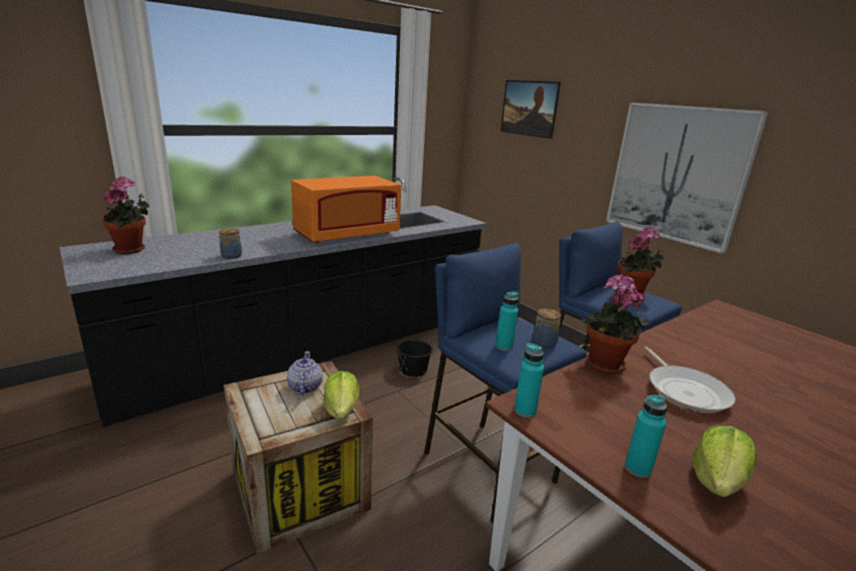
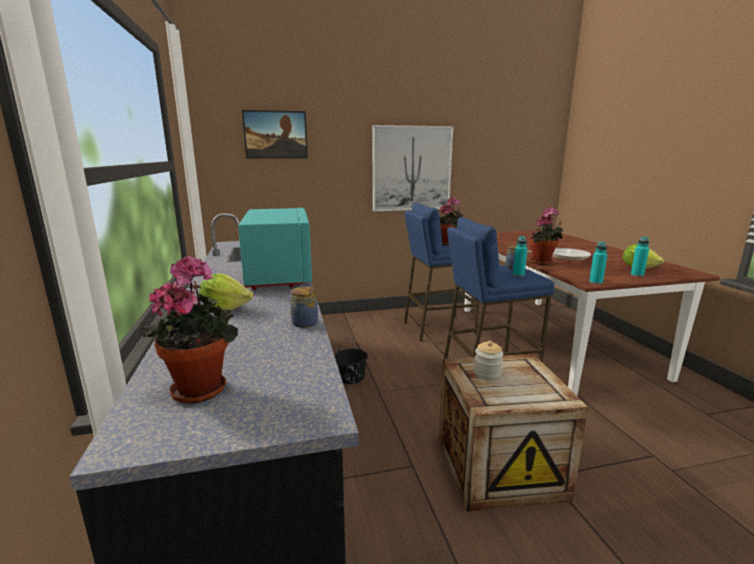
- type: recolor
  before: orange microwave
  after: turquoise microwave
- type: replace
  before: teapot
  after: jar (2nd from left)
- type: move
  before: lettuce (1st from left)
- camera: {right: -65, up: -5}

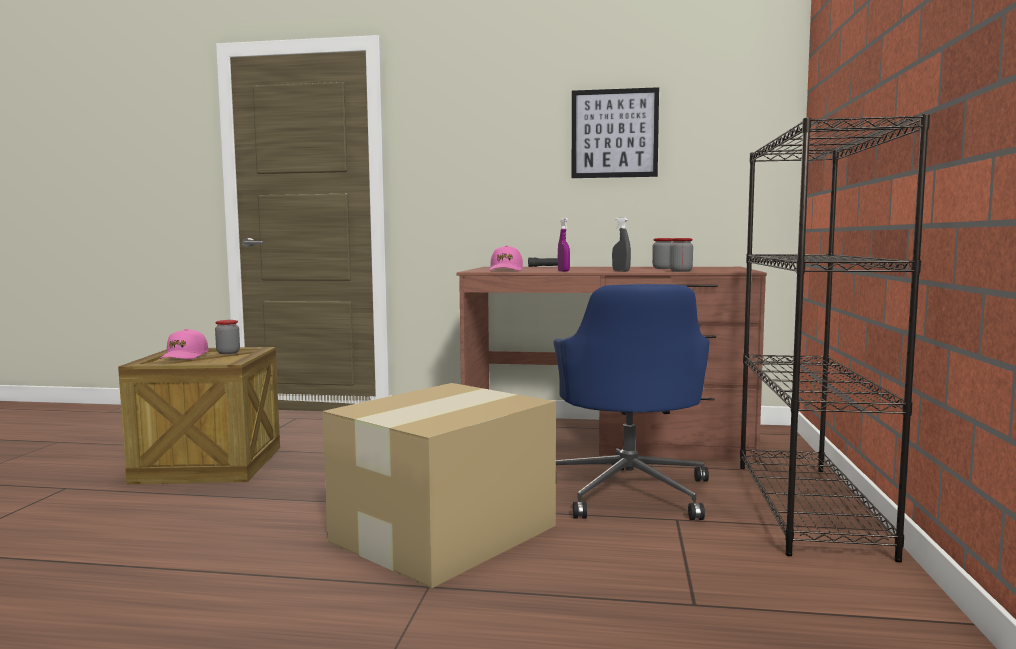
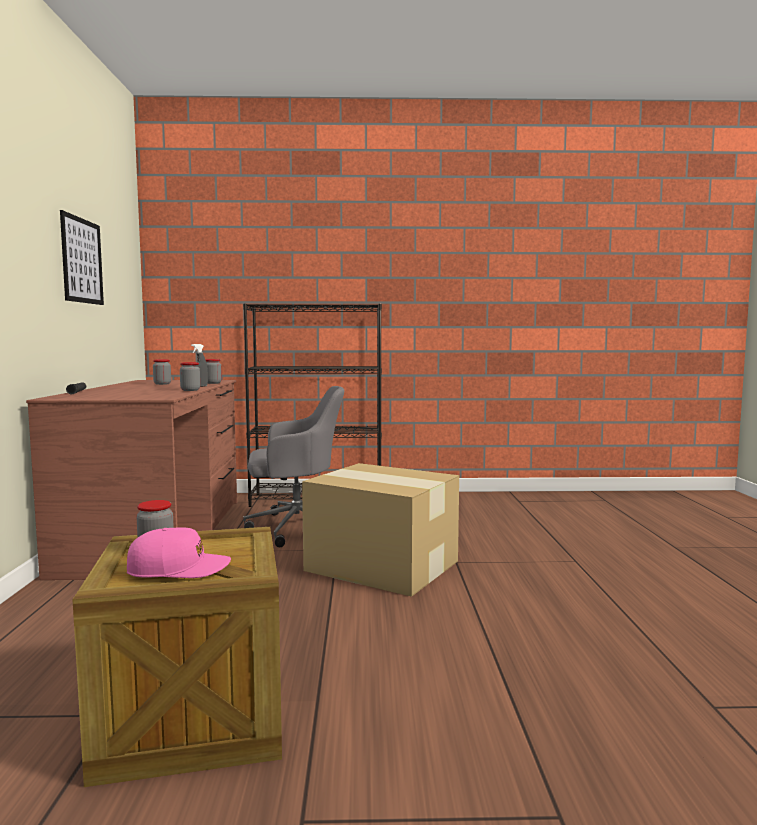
- type: replace
  before: purple spray bottle
  after: jar (3rd from left)
- type: delete
  before: pink cap (2nd from left)
- type: recolor
  before: blue office chair
  after: grey office chair
- camera: {right: -100, up: 0}

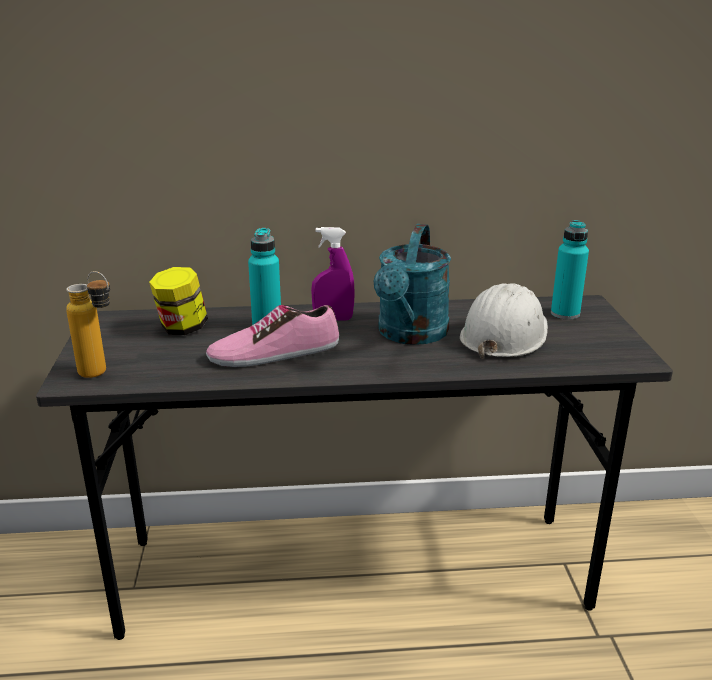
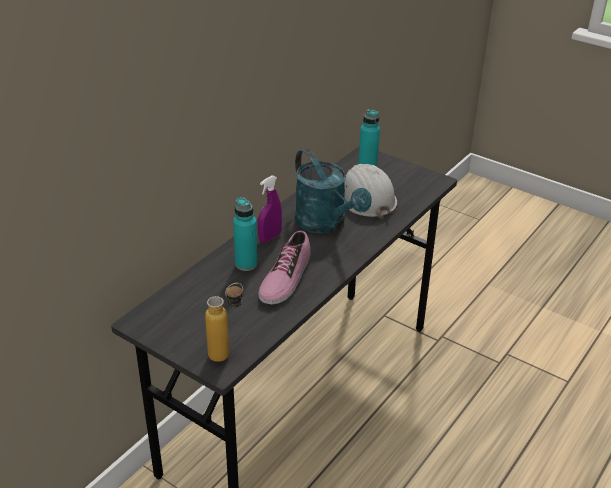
- type: delete
  before: jar
- camera: {right: -50, up: 10}

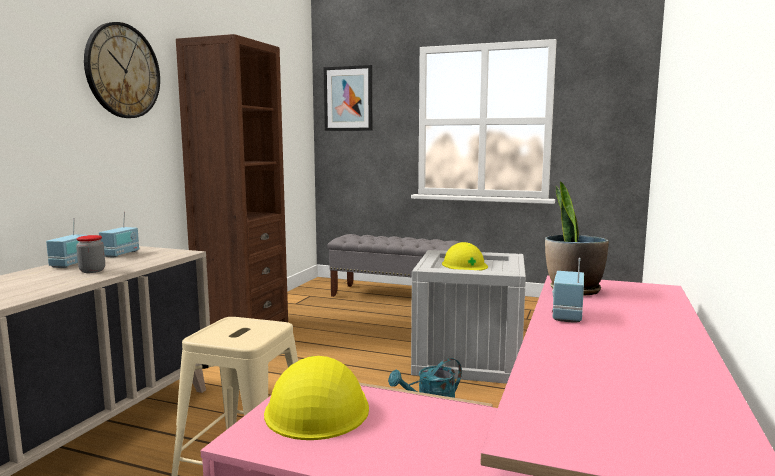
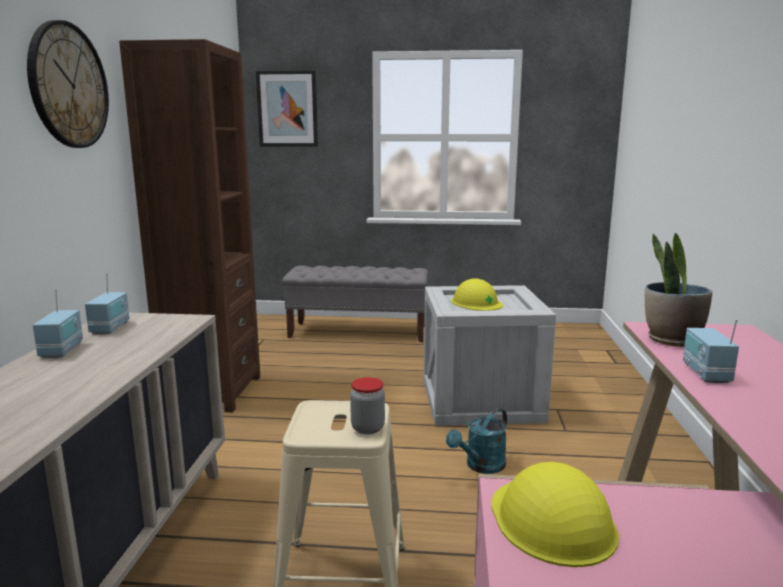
- type: move
  before: jar
- camera: {right: -15, up: 5}

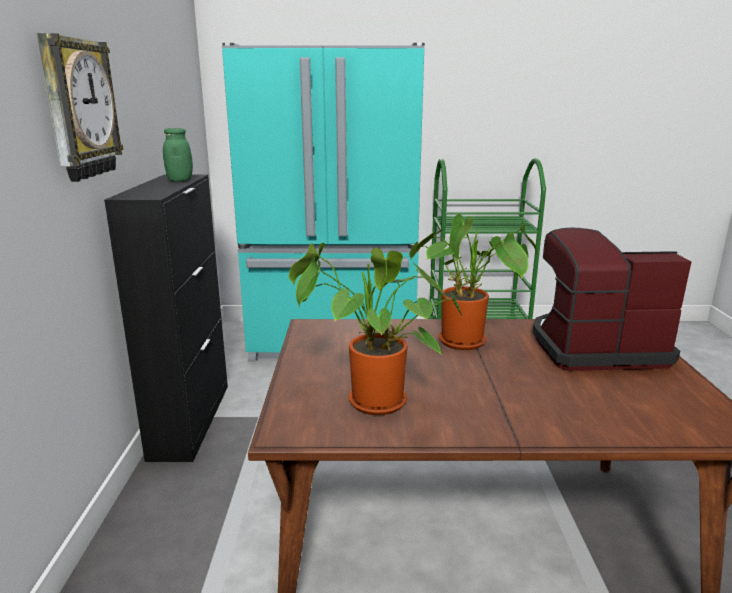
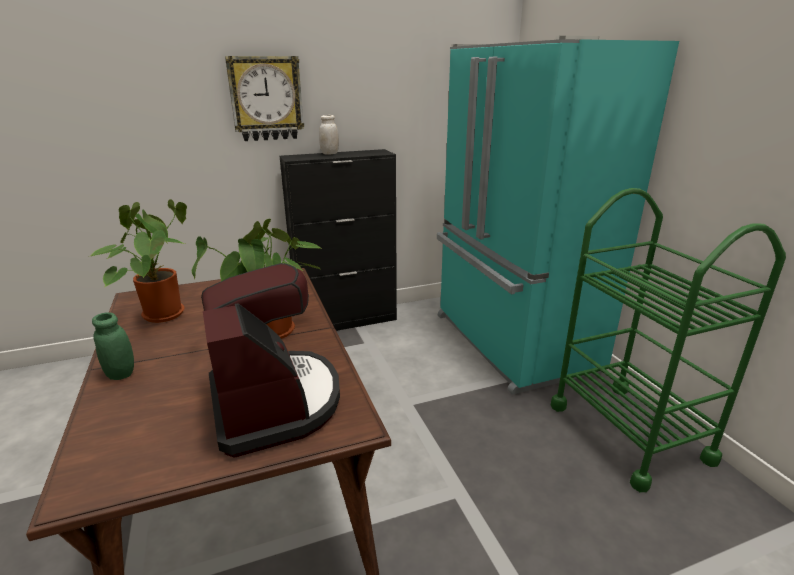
- type: move
  before: green jar
- type: insert
  after: white jar
- camera: {right: 70, up: 5}

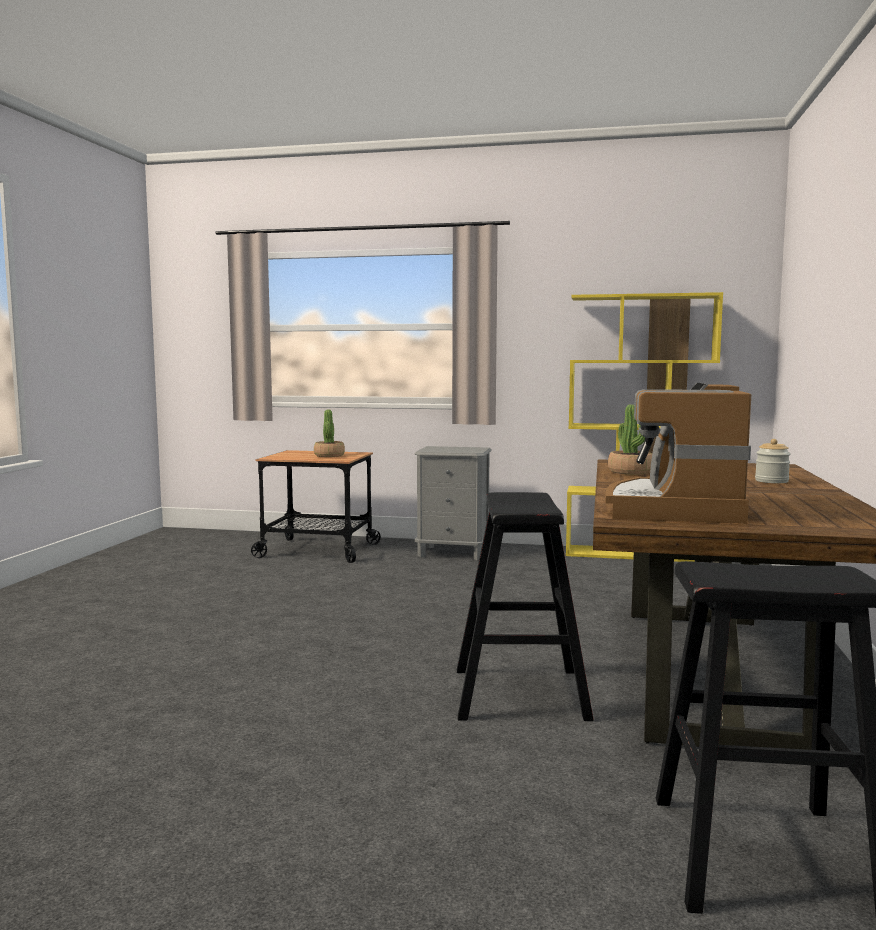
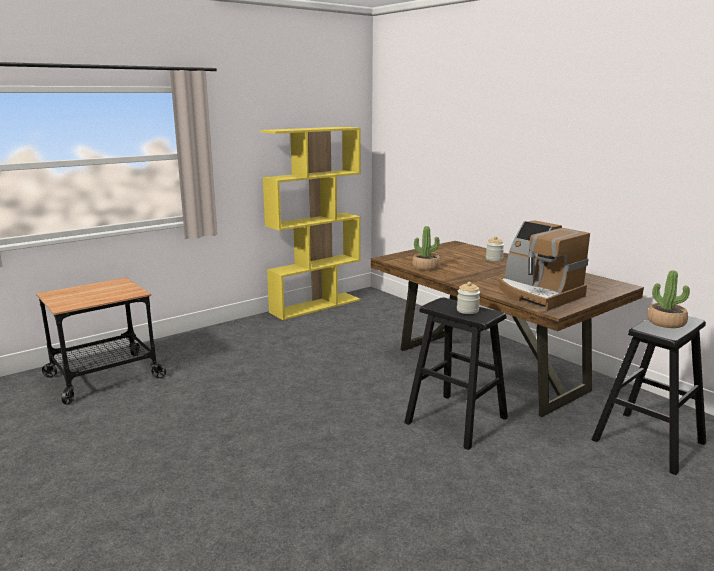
- type: move
  before: potted plant (1st from left in the first image)
  after: potted plant (2nd from left)
- type: delete
  before: grey nightstand
- type: insert
  after: jar (1st from left)
- camera: {right: -50, up: 10}

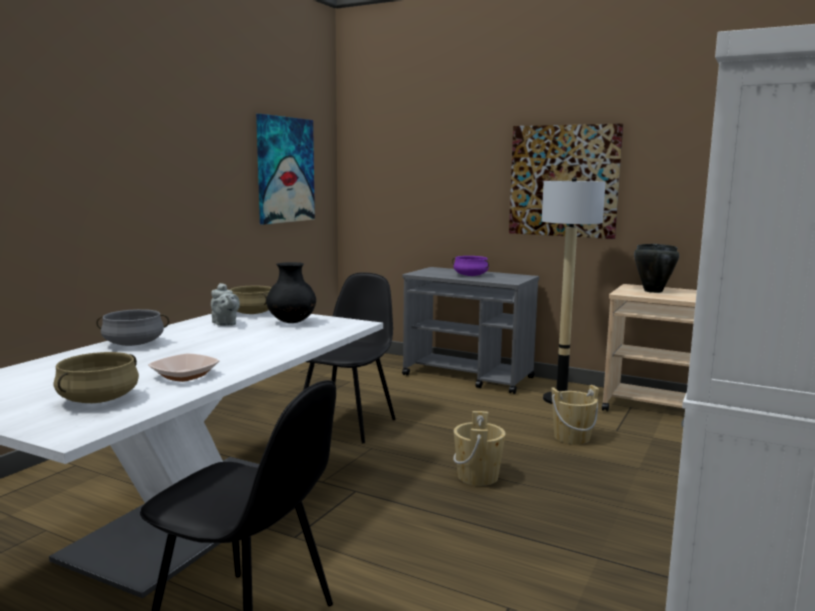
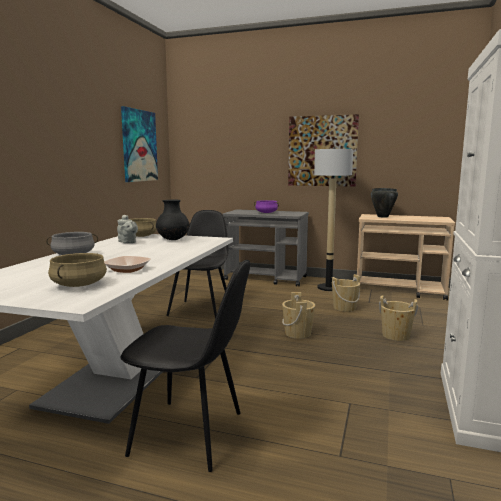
- type: insert
  after: beige bucket (3rd from left)
- camera: {right: -10, up: 0}

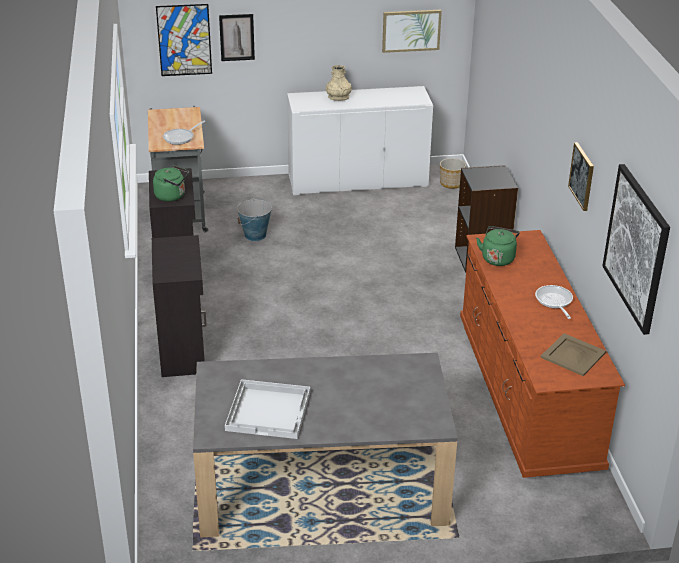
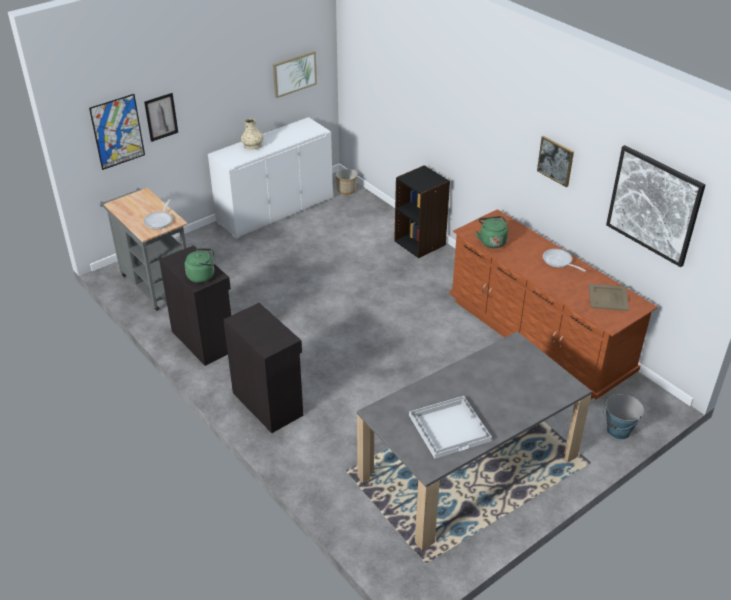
- type: move
  before: bucket
- camera: {right: -30, up: 5}

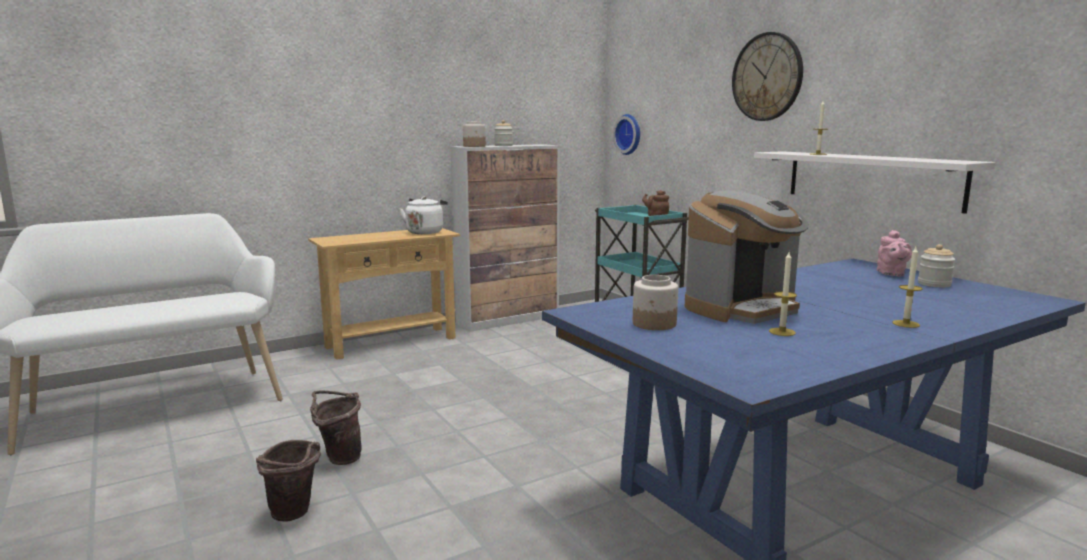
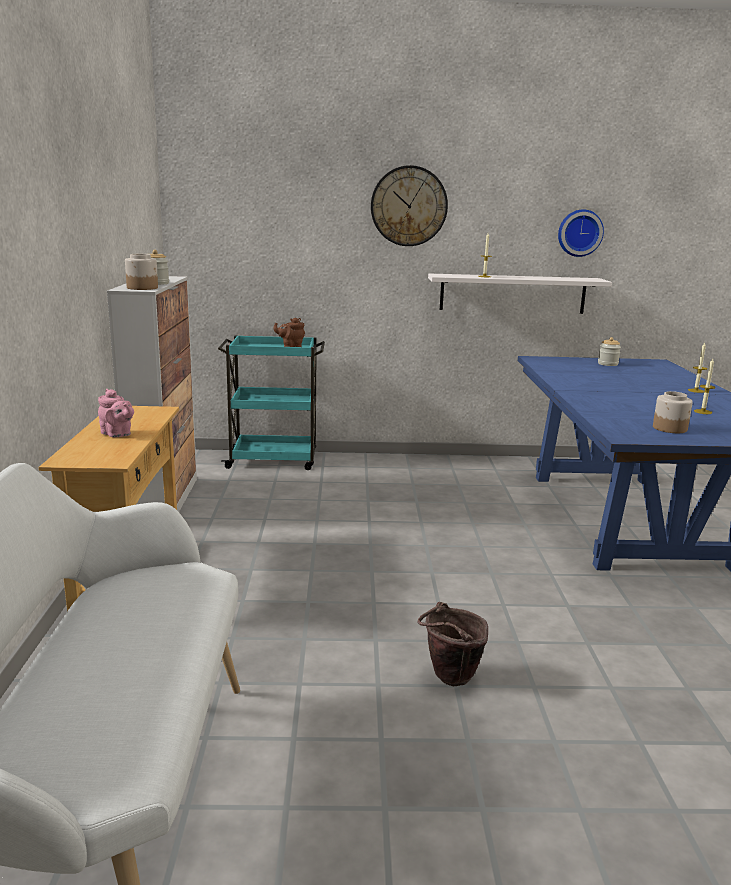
- type: move
  before: wall clock (1st from left in the first image)
  after: wall clock (2nd from left)
- type: delete
  before: coffee machine
- type: delete
  before: white kettle
- type: move
  before: pink teapot
- type: delete
  before: brown bucket (1st from left)
- camera: {right: -60, up: 5}

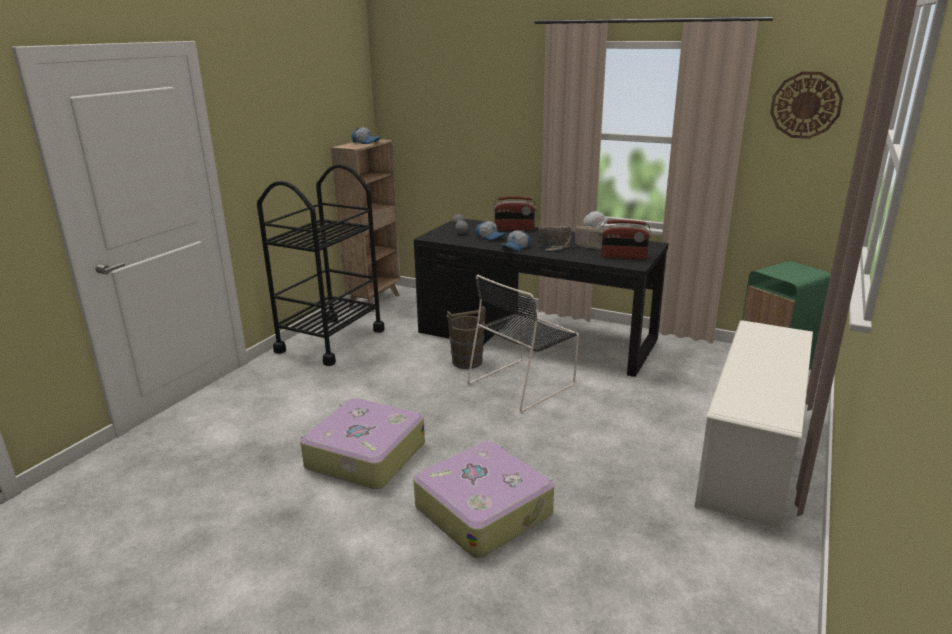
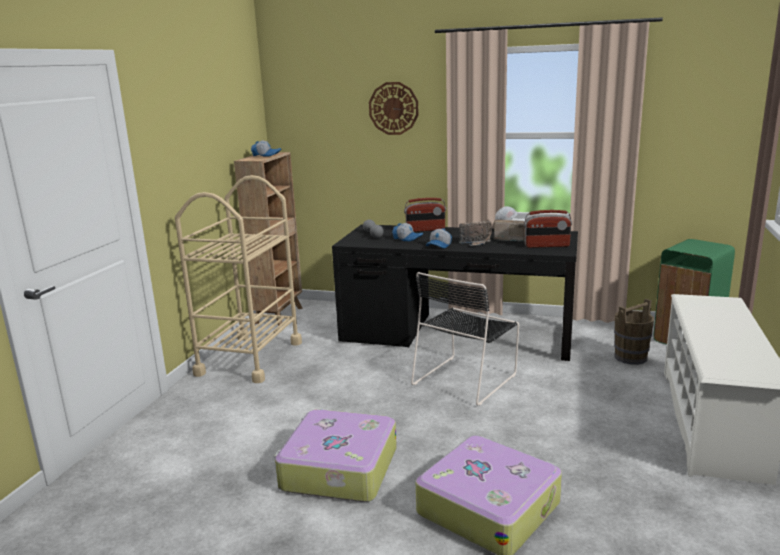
- type: move
  before: wall clock
- type: recolor
  before: black cart
  after: beige cart
- type: move
  before: brown bucket
- camera: {right: -10, up: -5}

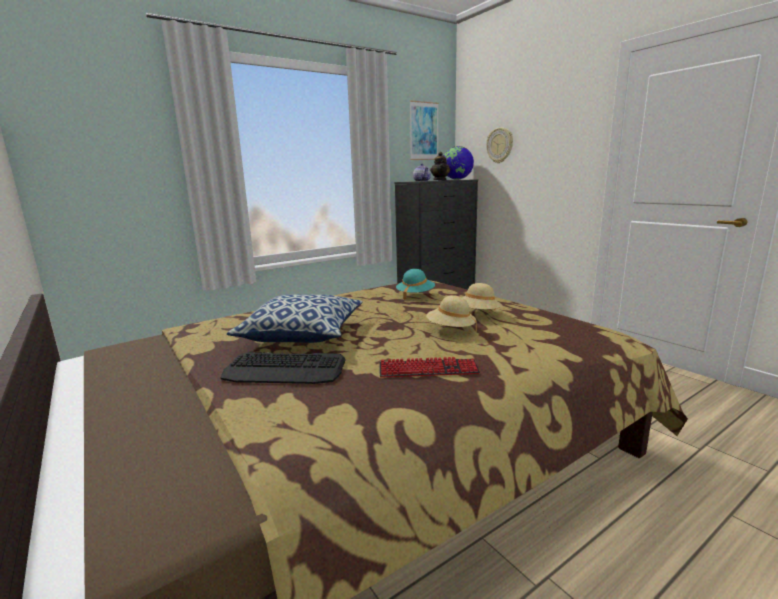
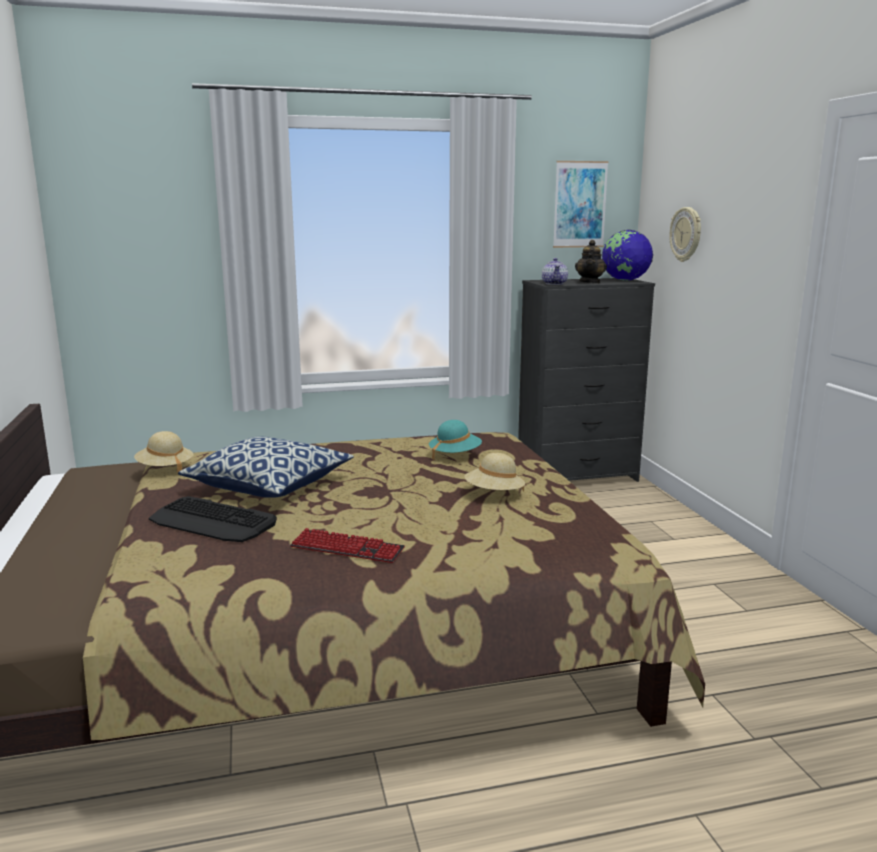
- type: move
  before: beige hat (1st from left)
- camera: {right: 20, up: 0}

